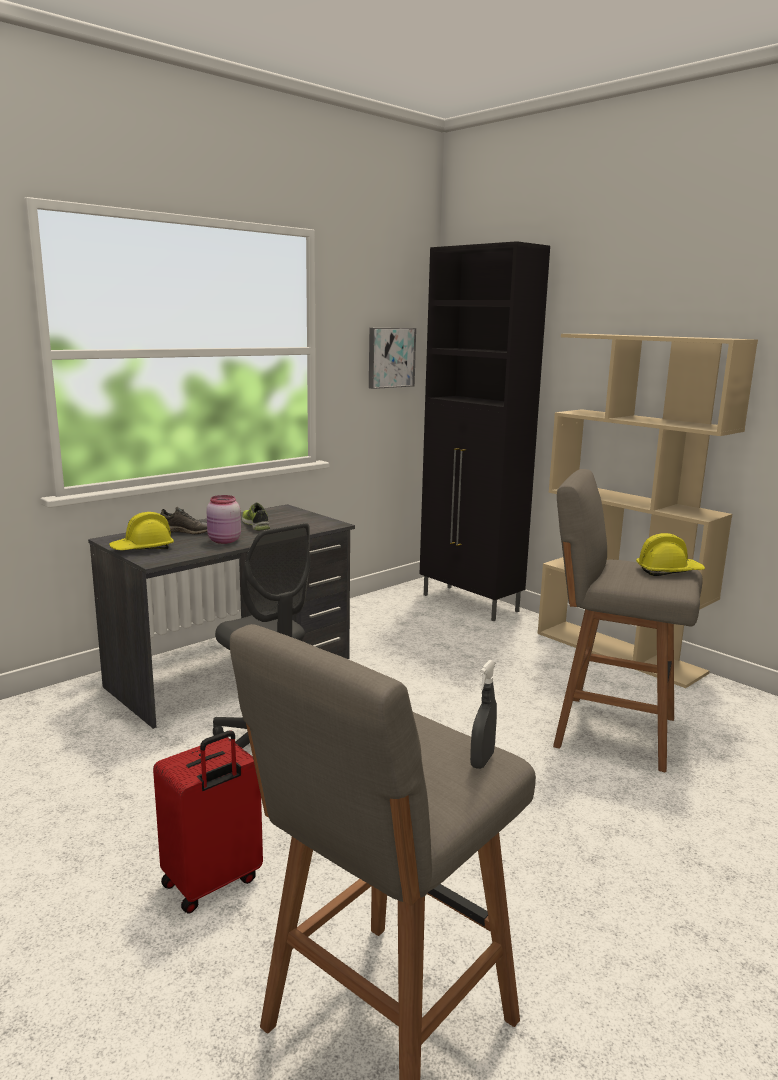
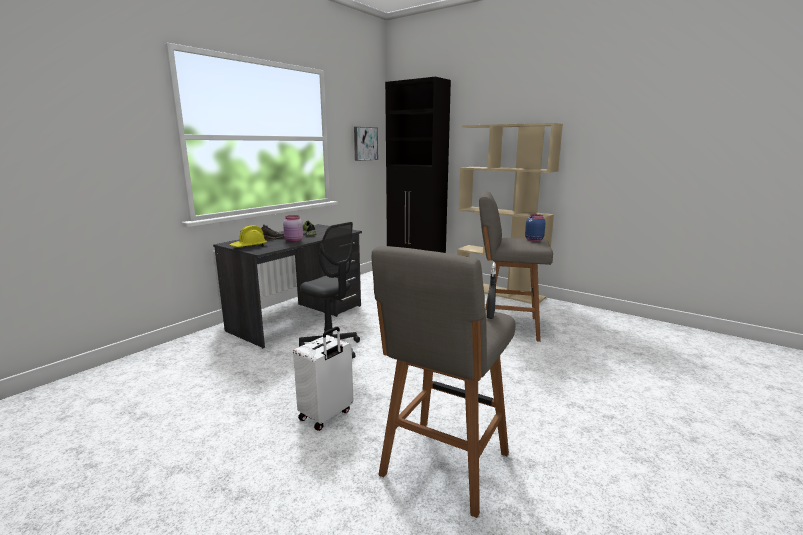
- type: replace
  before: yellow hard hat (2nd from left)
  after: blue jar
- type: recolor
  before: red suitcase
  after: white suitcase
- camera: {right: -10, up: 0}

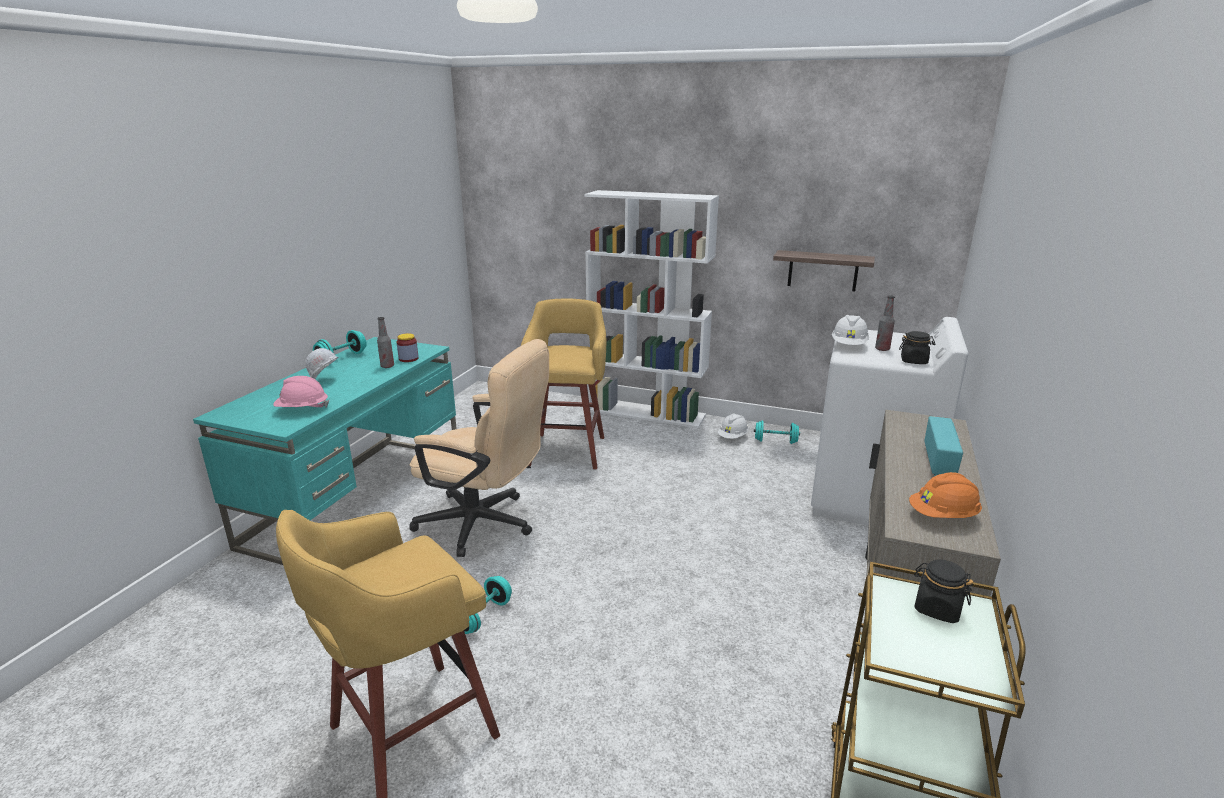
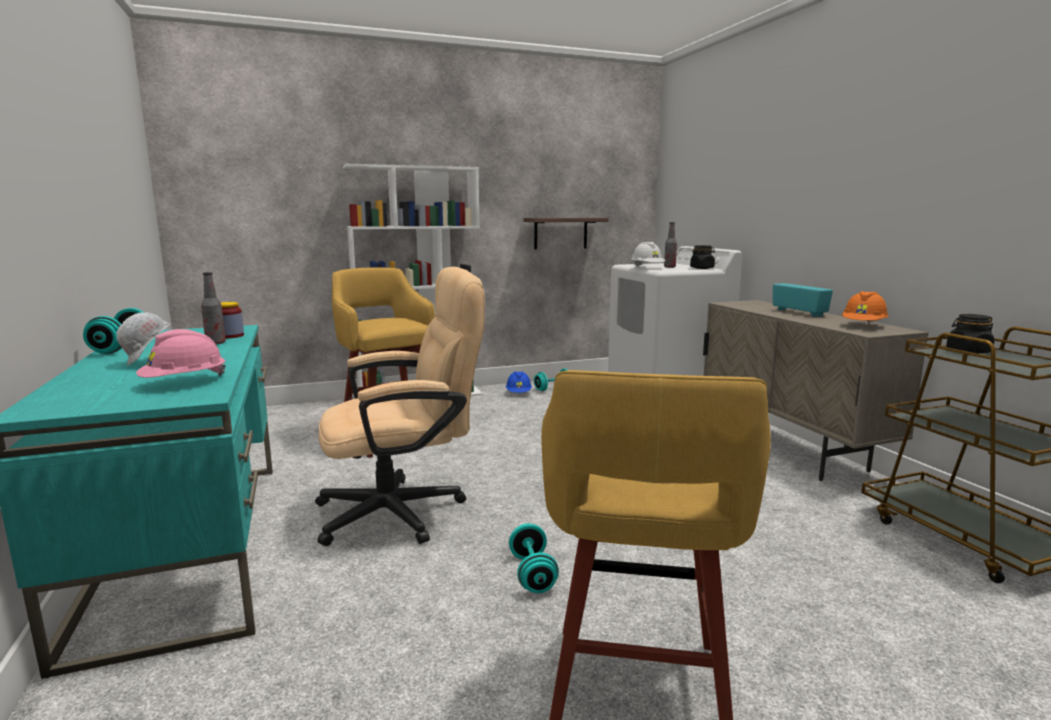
- type: recolor
  before: white hard hat (2nd from left)
  after: blue hard hat
- camera: {right: -40, up: -10}

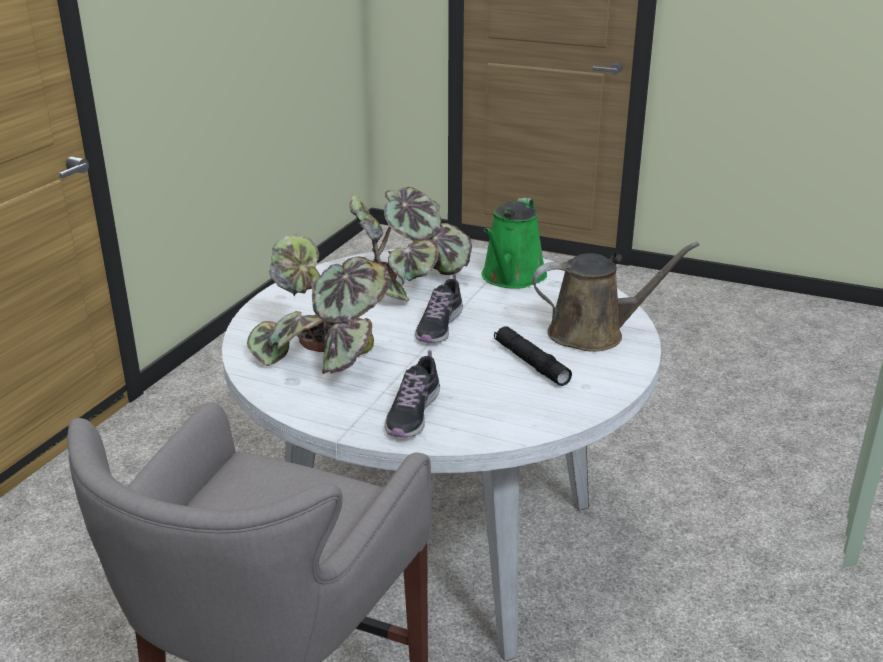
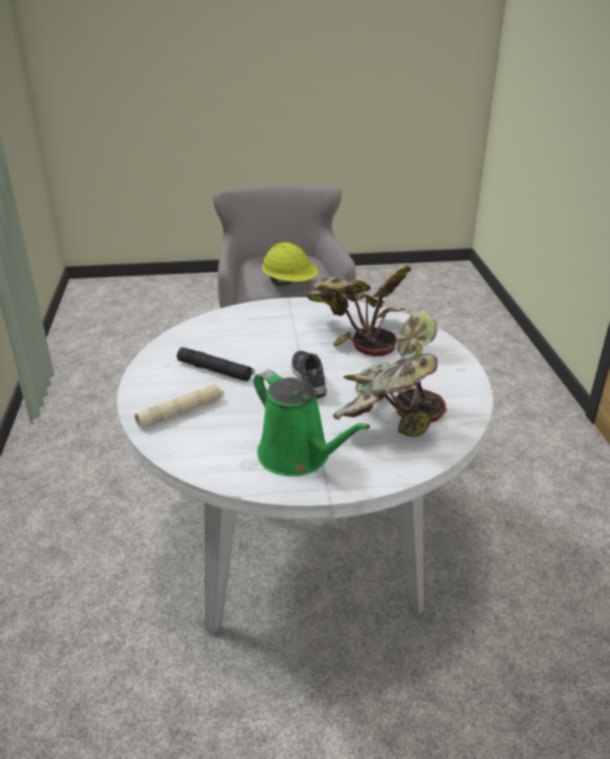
- type: rotate
  before: green watering can
  turn: 150
- type: replace
  before: brown watering can
  after: beige flashlight
- type: delete
  before: shoe (1st from left)
- type: insert
  after: yellow hard hat
- camera: {right: 150, up: 5}

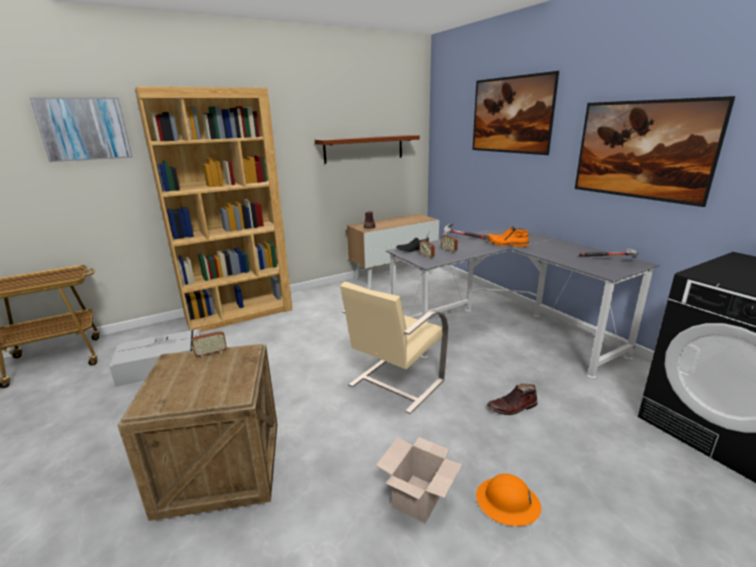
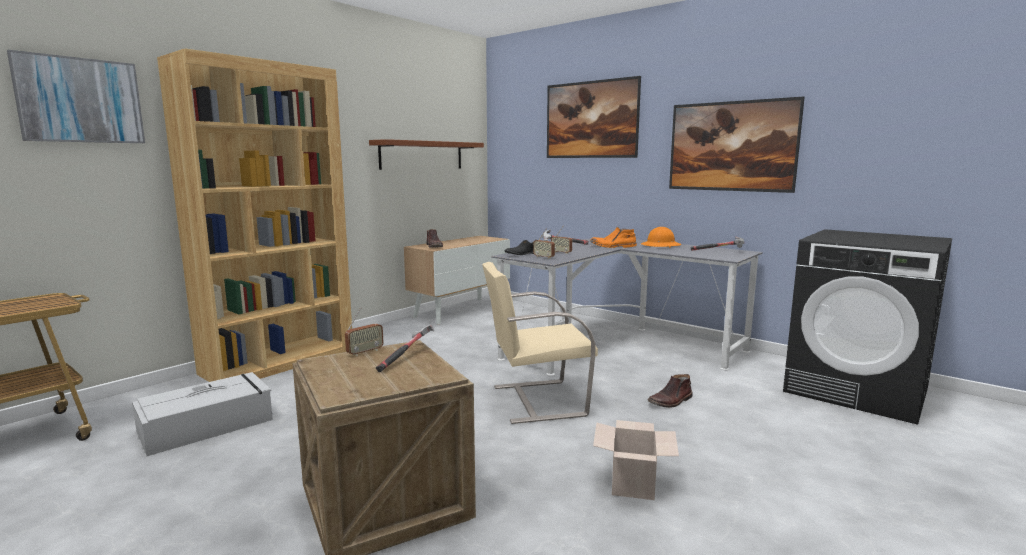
- type: rotate
  before: beige chair
  turn: 60
- type: move
  before: orange hard hat
- type: insert
  after: hammer (1st from left)
- camera: {right: -20, up: -10}

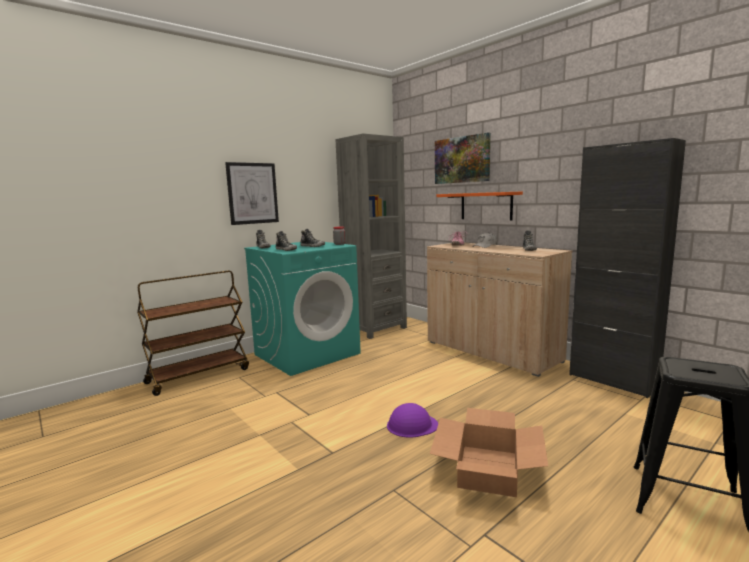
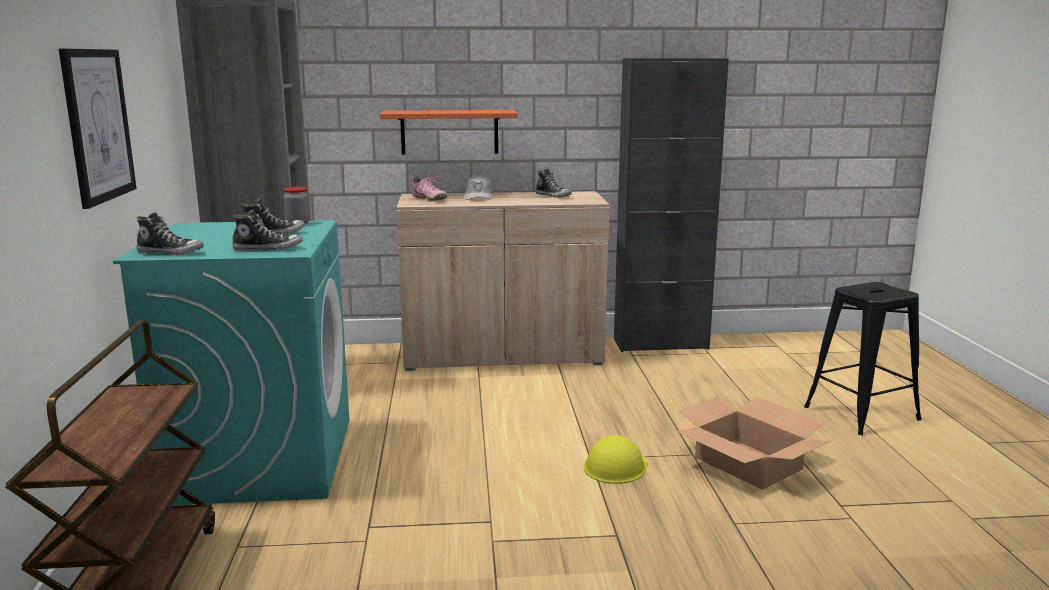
- type: delete
  before: picture (2nd from left)
- type: recolor
  before: purple hard hat
  after: yellow hard hat
- camera: {right: -55, up: 5}

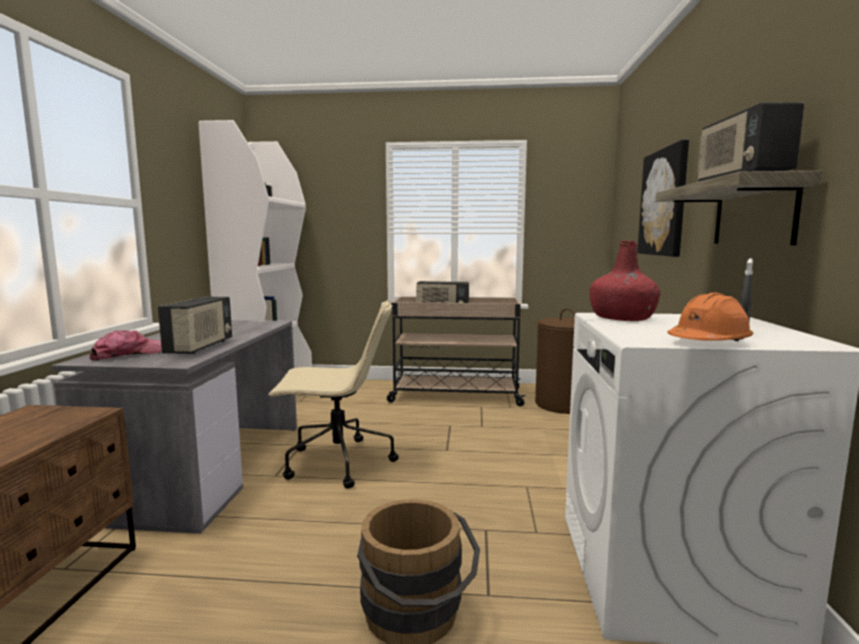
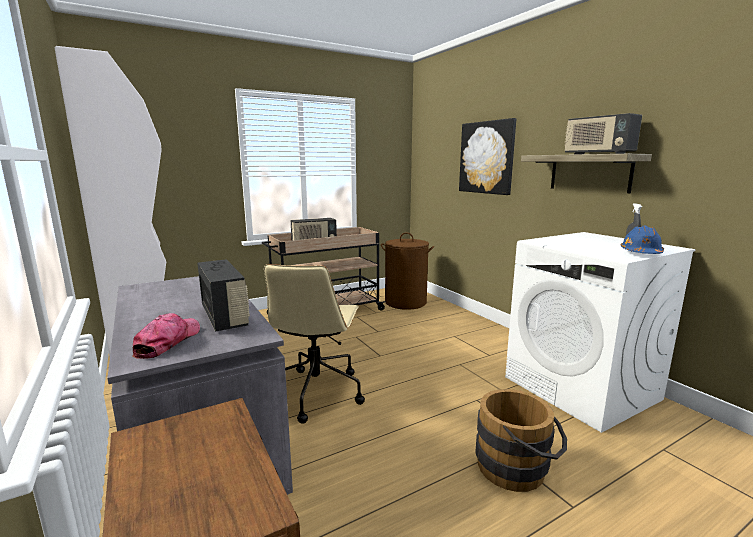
- type: delete
  before: red bottle
- type: recolor
  before: orange hard hat
  after: blue hard hat
- type: rotate
  before: beige office chair
  turn: 135
- camera: {right: -35, up: 5}

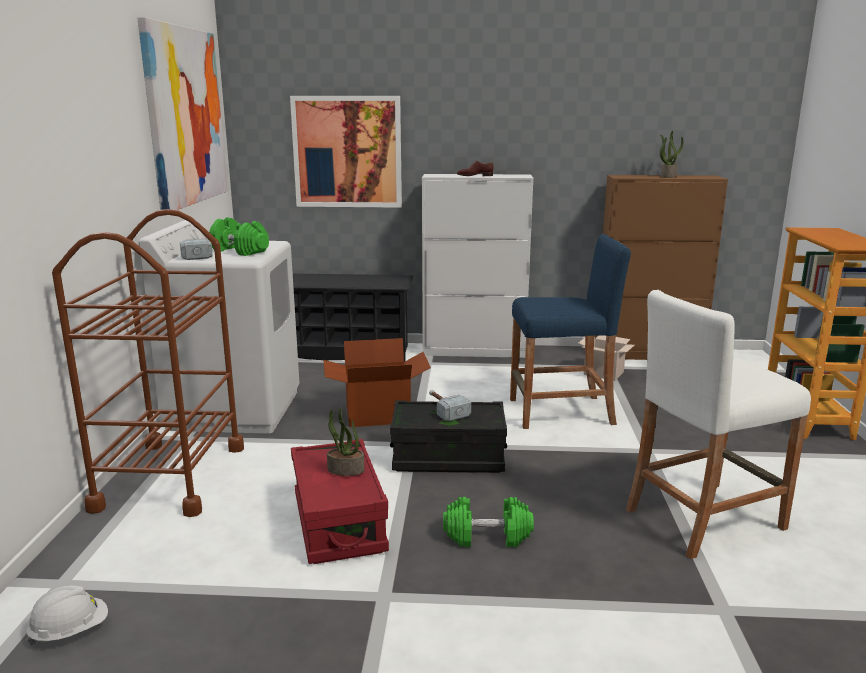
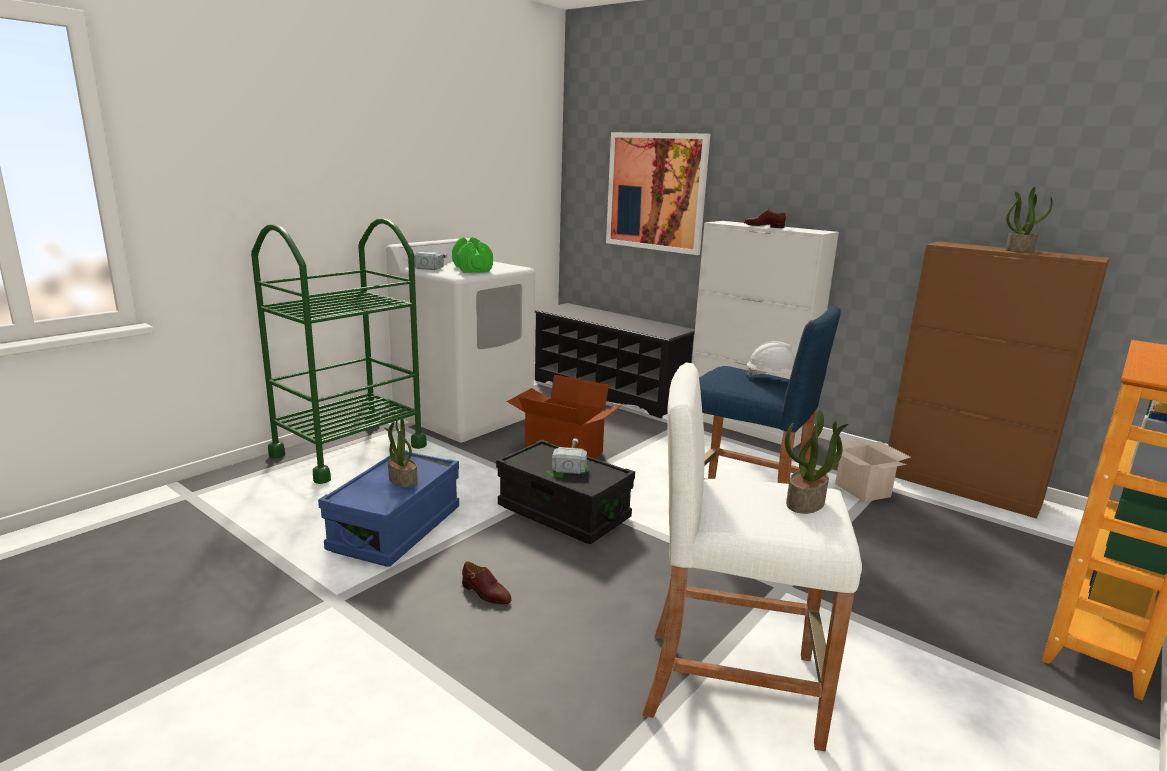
- type: delete
  before: picture (1st from left)
- type: recolor
  before: brown cart
  after: green cart
- type: recolor
  before: red storage box
  after: blue storage box
- type: replace
  before: green dumbbell (2nd from left)
  after: brown shoe (1st from left)
- type: move
  before: white hard hat
- type: insert
  after: potted plant (2nd from left)
- camera: {right: 35, up: 0}

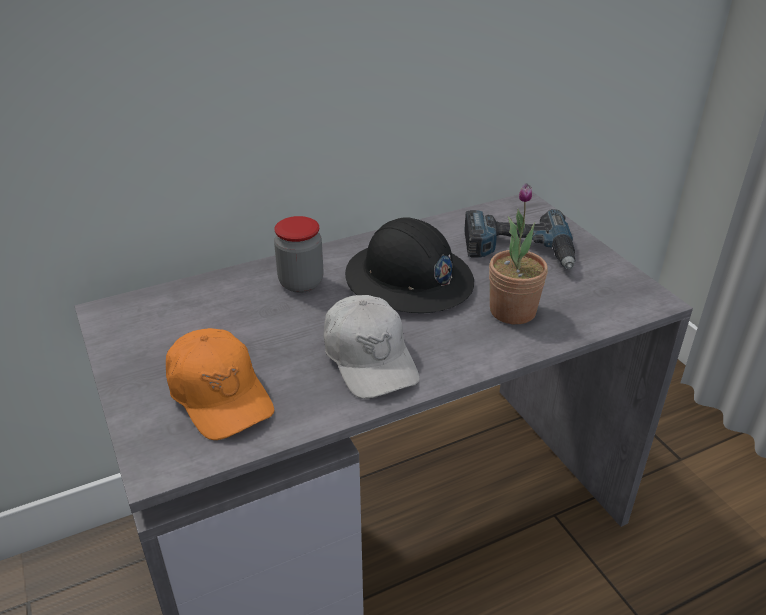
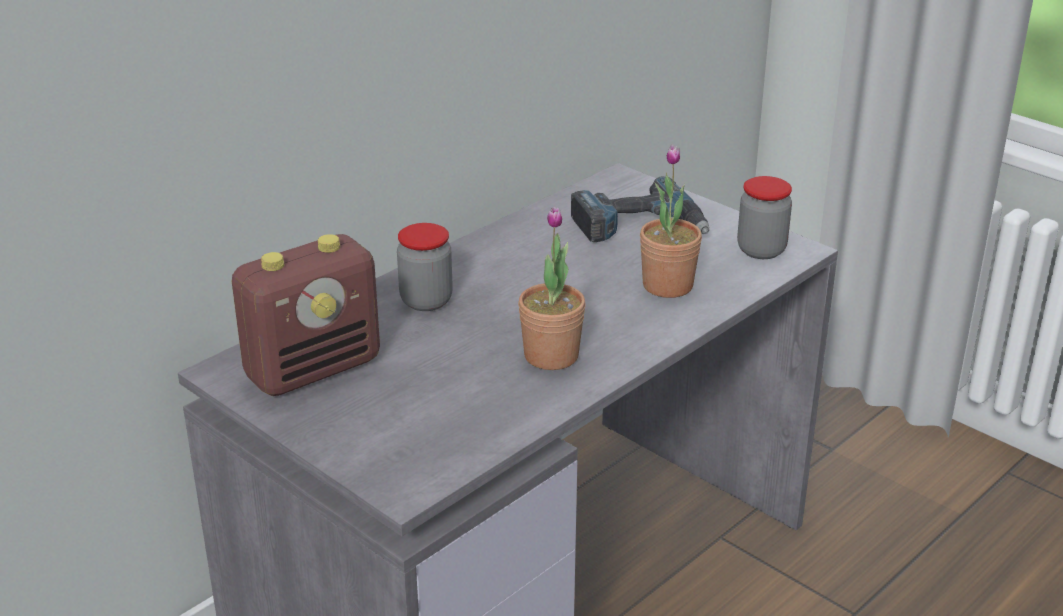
- type: delete
  before: black hard hat
- type: replace
  before: white cap
  after: potted plant (1st from left)
- type: delete
  before: orange cap
- type: insert
  after: jar (2nd from left)
- type: insert
  after: radio
- camera: {right: -20, up: -5}

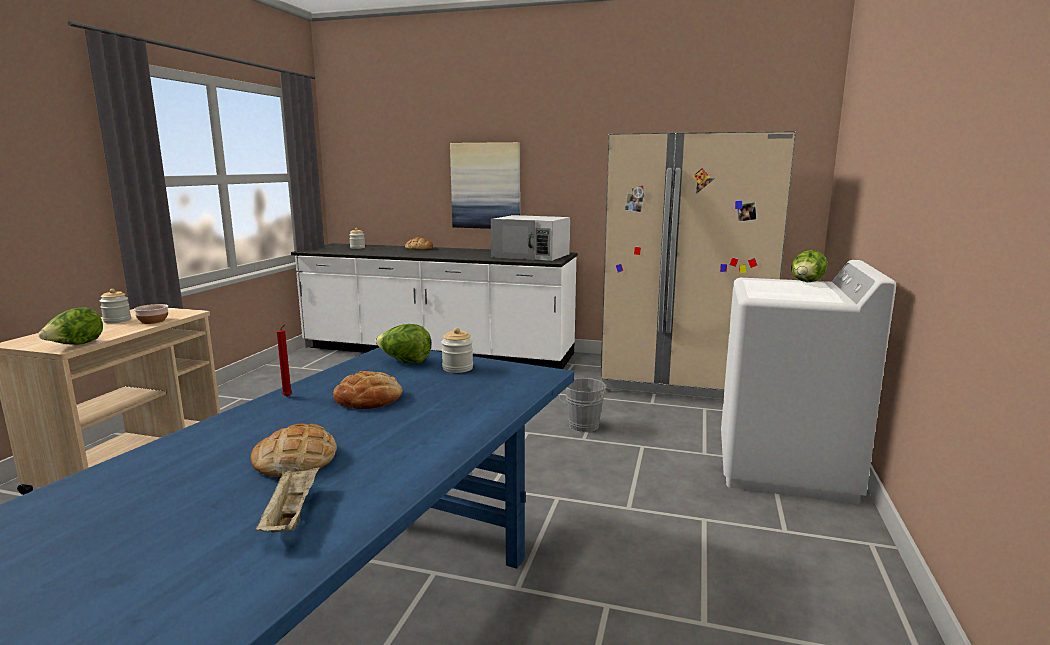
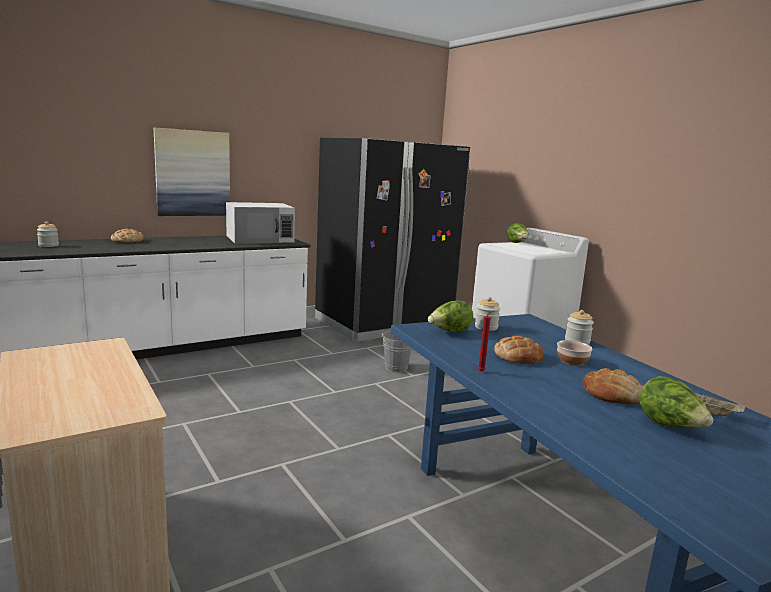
- type: recolor
  before: beige fridge
  after: black fridge
- type: move
  before: jar (1st from left in the first image)
  after: jar (3rd from left)
- type: move
  before: bowl
- type: move
  before: lettuce (1st from left in the first image)
  after: lettuce (3rd from left)
- camera: {right: -50, up: 0}

